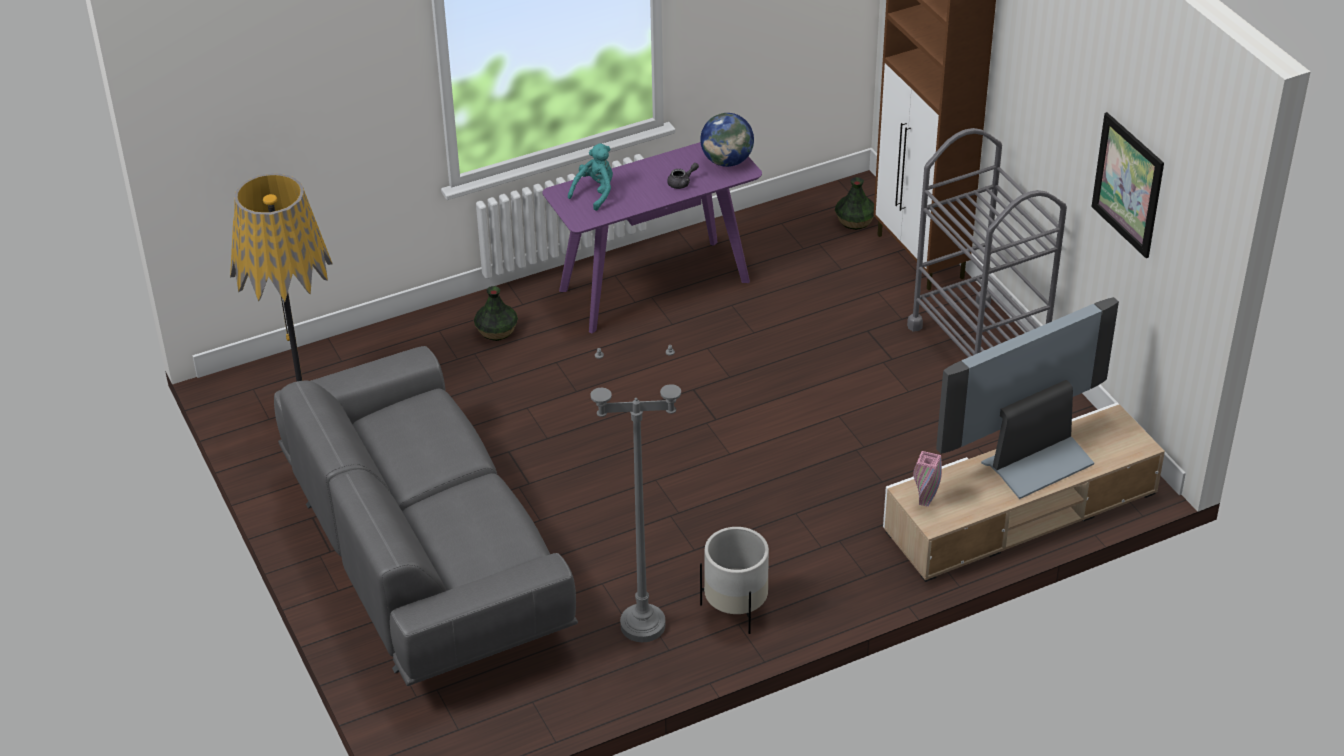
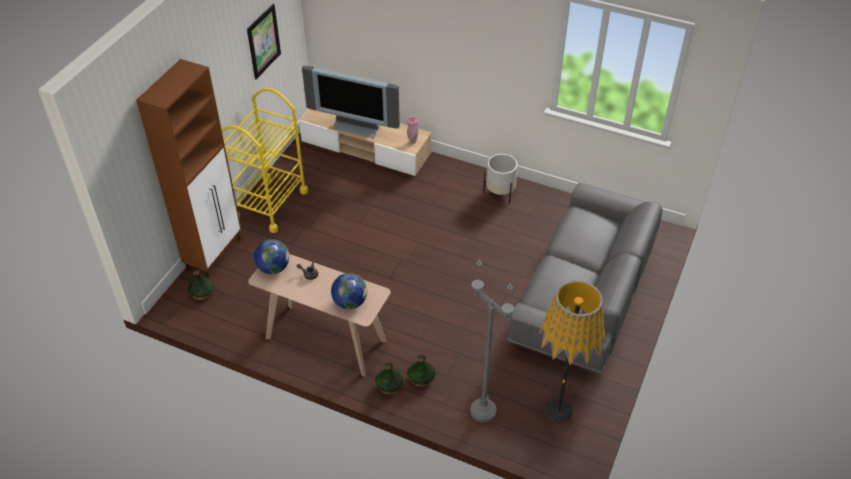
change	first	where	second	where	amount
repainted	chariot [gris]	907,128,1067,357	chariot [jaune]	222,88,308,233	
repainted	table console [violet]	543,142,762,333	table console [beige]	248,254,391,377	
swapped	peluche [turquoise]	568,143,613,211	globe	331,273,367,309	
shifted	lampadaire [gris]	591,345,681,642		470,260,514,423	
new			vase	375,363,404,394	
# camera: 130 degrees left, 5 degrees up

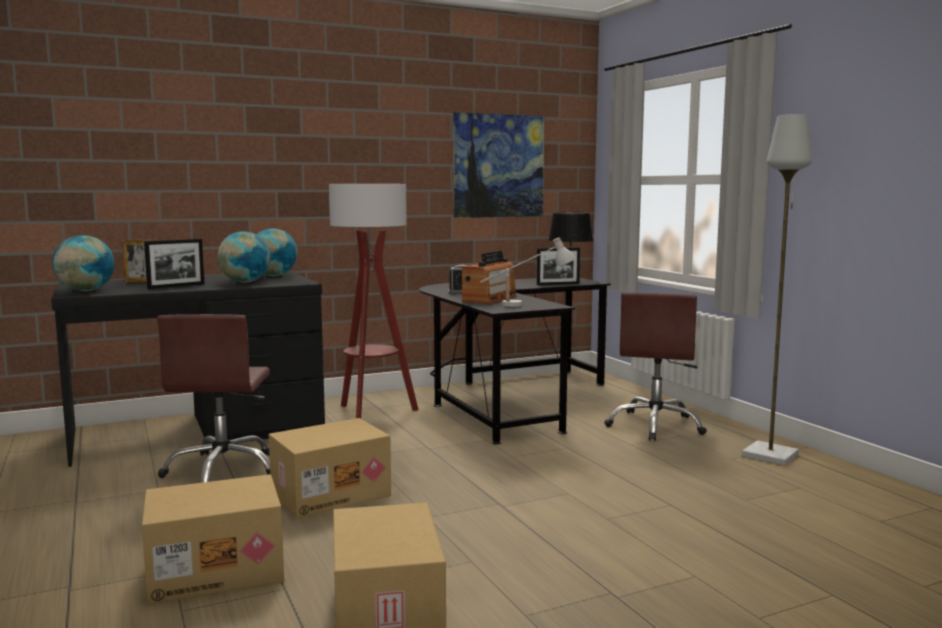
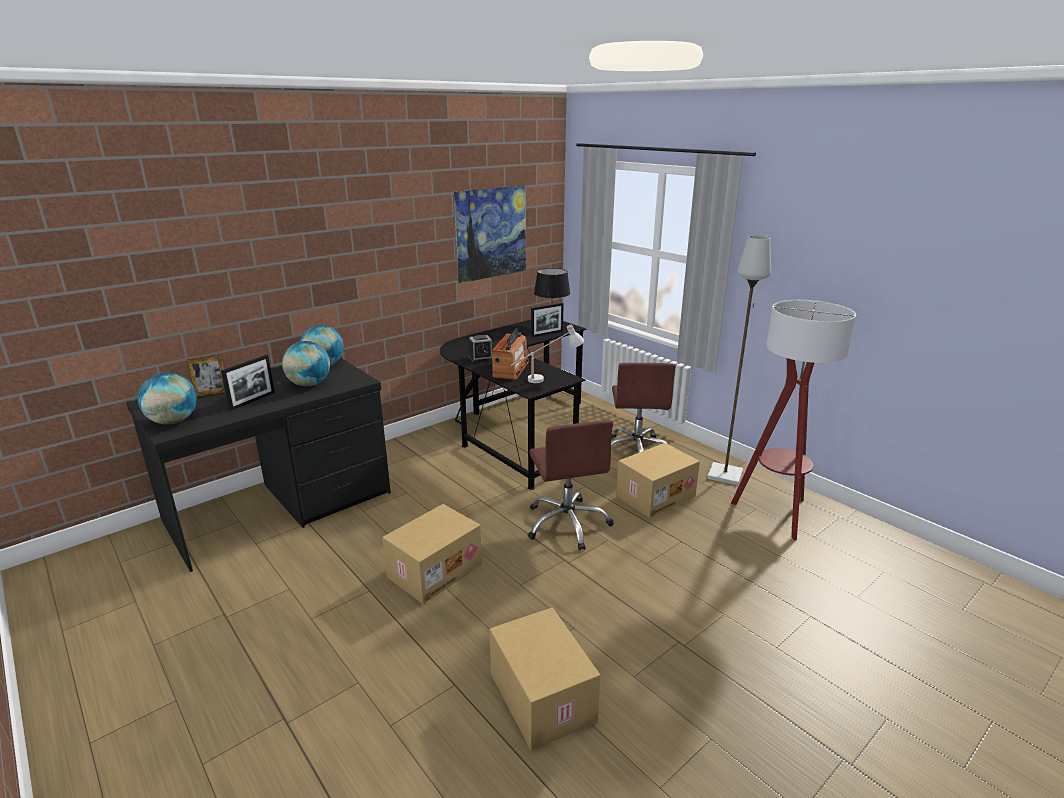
change	first	where	second	where	amount
shifted	lampadaire	329,184,418,419		731,300,856,540	
shifted	chaise de bureau [marron]	157,314,270,483		528,420,614,551	
shifted	carton	142,474,284,605		616,443,700,518	
# camera: 15 degrees left, 15 degrees up

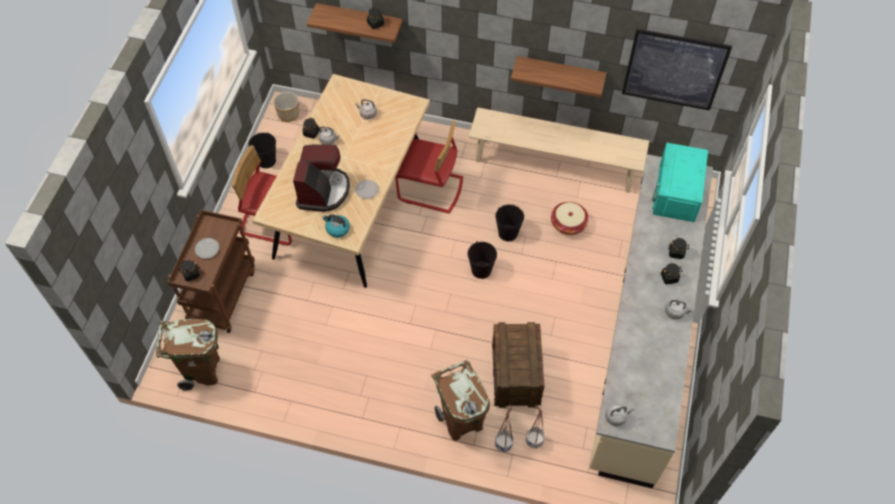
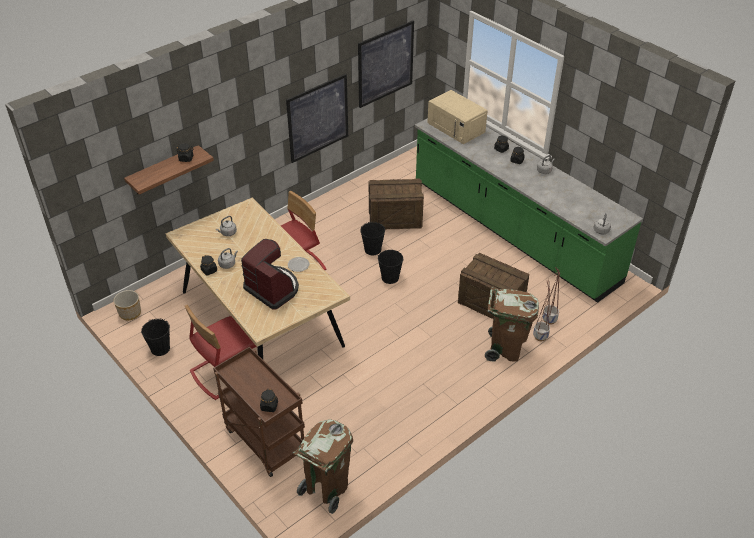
change	first	where	second	where	amount
swapped	étagère	511,56,607,98	tableau	286,74,348,163	
gone	banc [beige]	469,108,649,193			
repainted	micro-ondes [turquoise]	652,143,708,222	micro-ondes [beige]	427,90,488,144	
repainted	comptoir de cuisine [beige]	589,154,713,488	comptoir de cuisine [vert]	415,118,643,303	
swapped	panier	551,202,589,235	caisse	368,179,424,229	
gone	bouilloire	322,214,350,238			
gone	assiette	195,238,219,259			
# camera: 55 degrees left, 15 degrees down

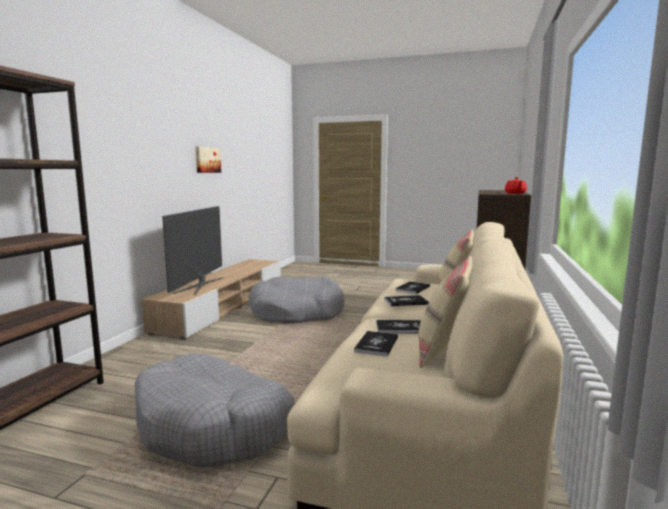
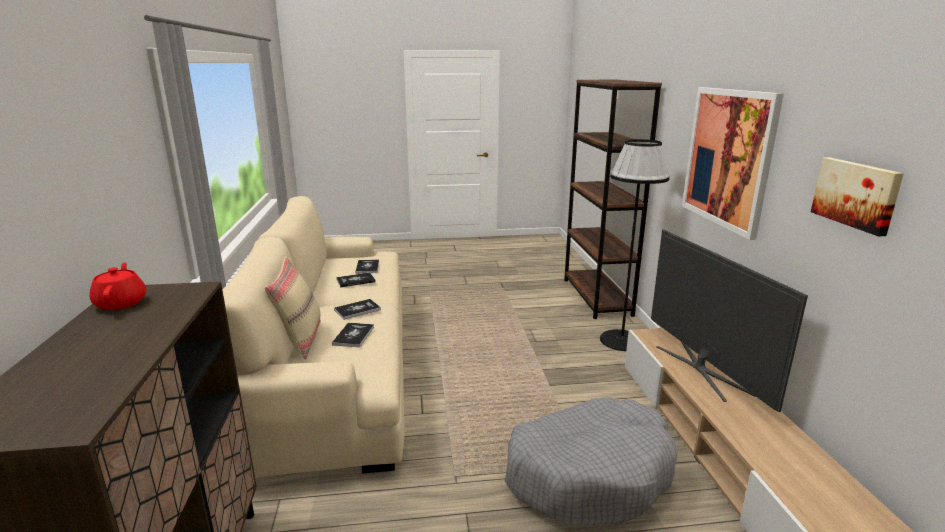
change	first	where	second	where	amount
gone	coussin [beige]	419,256,473,368			
gone	panier pour chien [gris]	135,354,295,467			
new			tableau	682,87,784,240	
new			lampadaire [noir]	600,139,670,351	
# camera: 155 degrees right, 10 degrees up

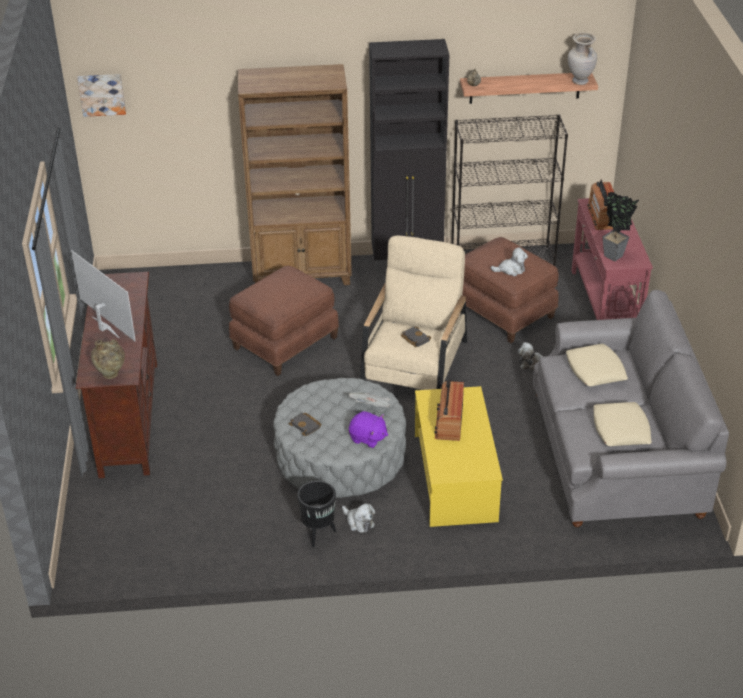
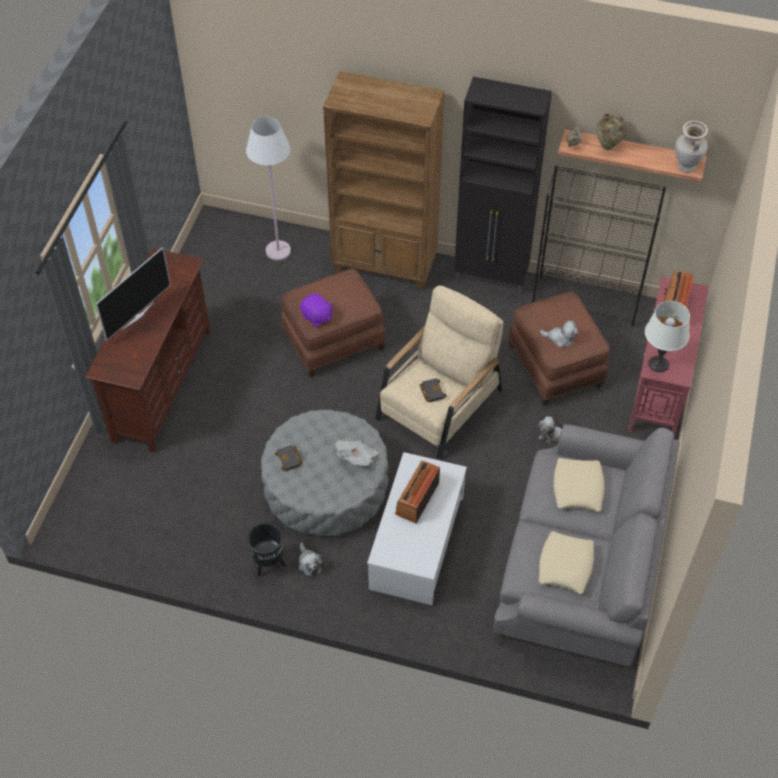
change	first	where	second	where	amount
gone	tableau	77,74,126,117			
swapped	plante en pot	602,192,639,261	lampe de table [blanc]	645,301,690,372	
rotated	téléviseur	71,250,136,341		96,247,171,341	60 degrees clockwise
shifted	vase [beige]	91,339,125,379		596,114,627,150	
repainted	table basse [jaune]	415,386,503,527	table basse [blanc]	367,452,467,605	
shifted	peluche [violet]	349,411,388,448		300,293,333,327	
new			lampadaire [blanc]	246,117,291,261	
# camera: 20 degrees right, 15 degrees up

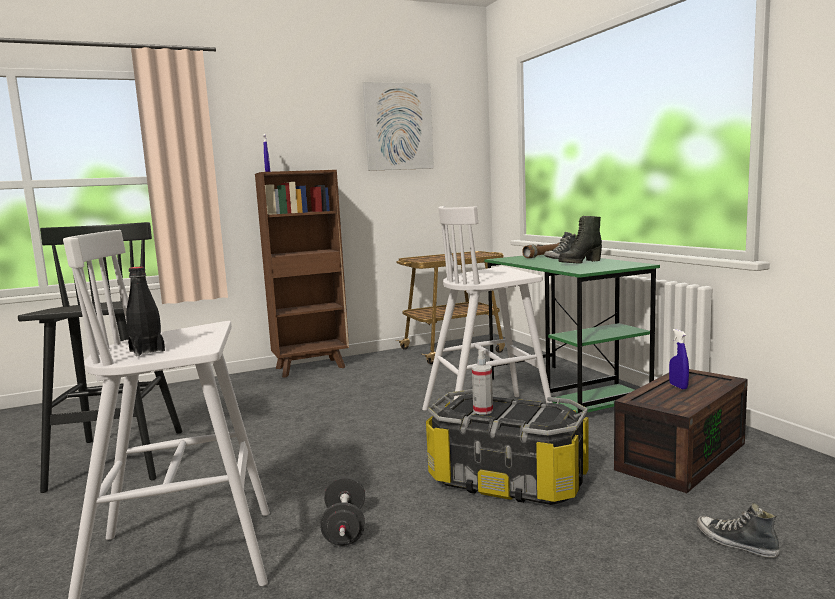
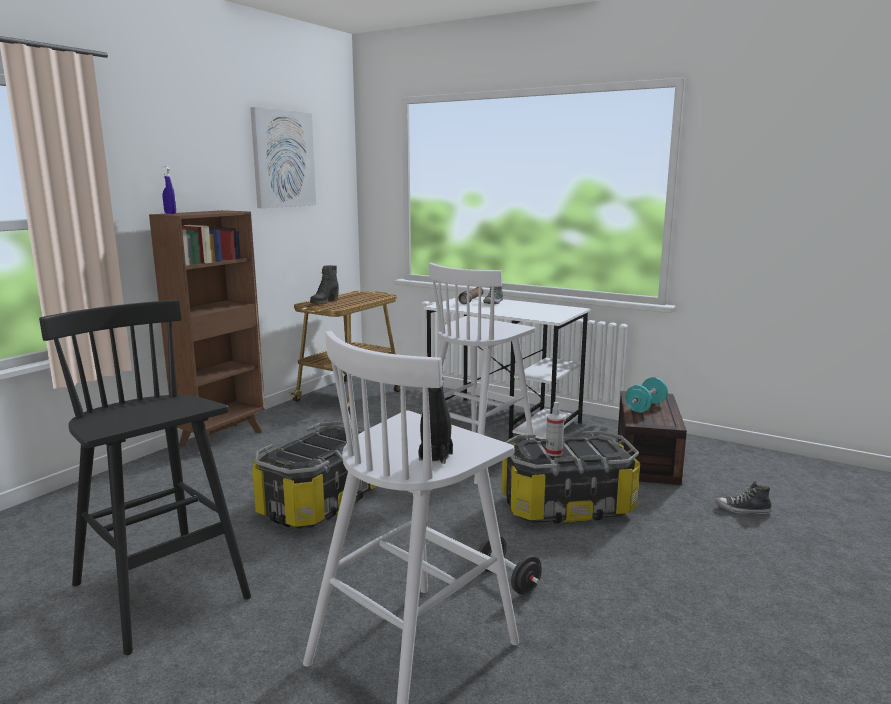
change	first	where	second	where	amount
shifted	botte [noir]	558,216,602,264		310,265,339,304	
repainted	bureau [vert]	485,255,660,416	bureau [blanc]	424,297,591,439	
swapped	vaporisateur [bleu]	669,329,689,390	haltère [turquoise]	625,377,668,413	
new			boîte de rangement	252,421,376,529	
# camera: 35 degrees left, 5 degrees up

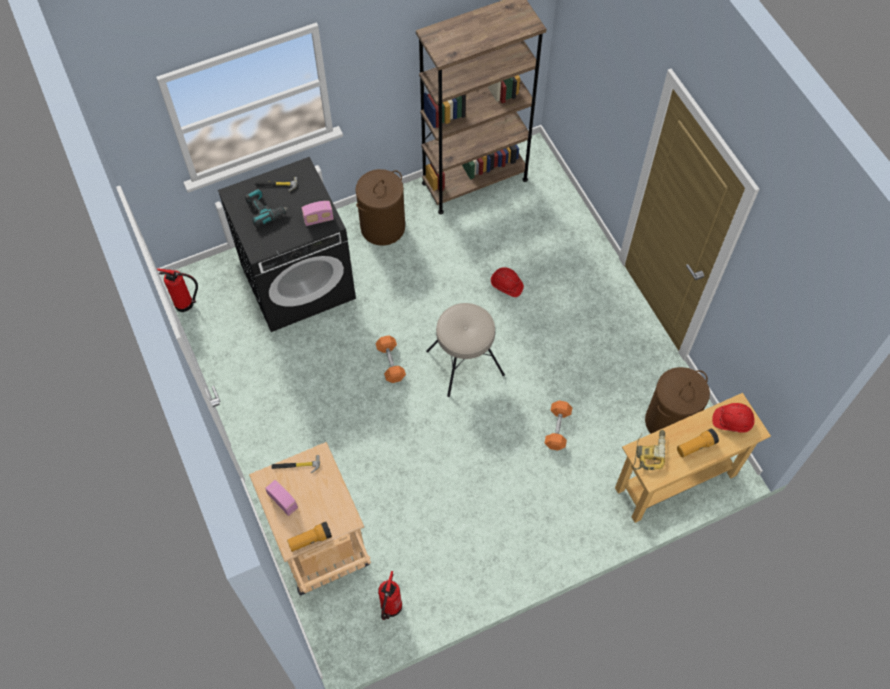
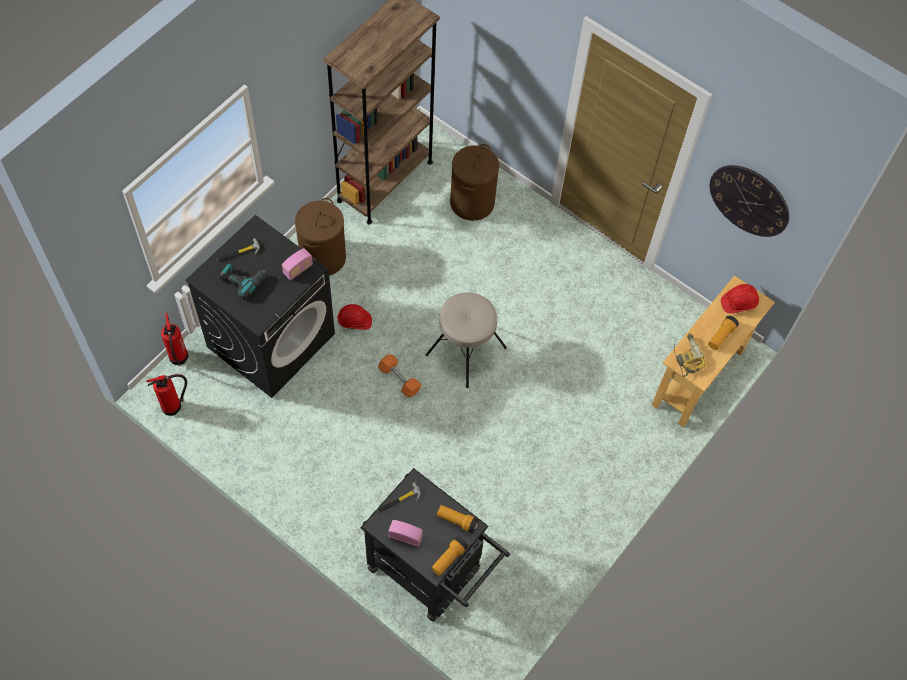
change	first	where	second	where	amount
shifted	casque de chantier [rouge]	491,267,524,297		337,304,372,330	
shifted	panier à linge [marron]	645,367,710,434		450,144,499,221	
gone	haltère [orange]	545,400,572,451			
repainted	chariot [beige]	249,442,371,596	chariot [noir]	360,468,510,622	
shifted	extincteur	378,571,402,620		161,313,188,366	
new			horloge murale	710,165,789,237	
new			lampe de poche	437,505,479,534	
# camera: 30 degrees left, 0 degrees up

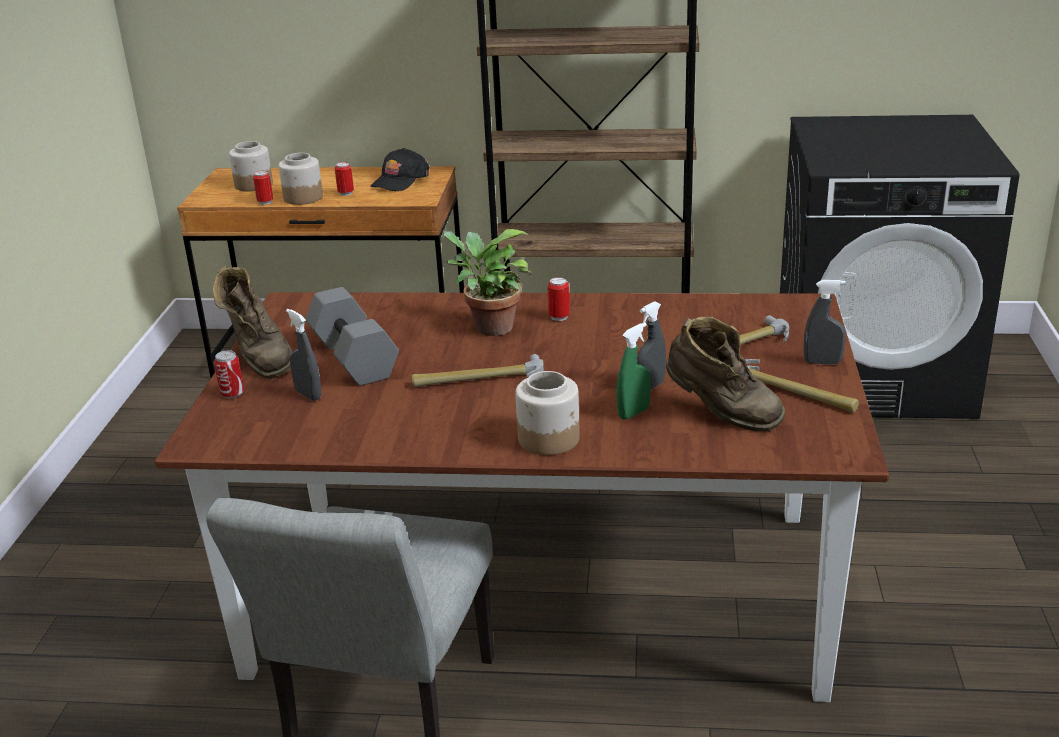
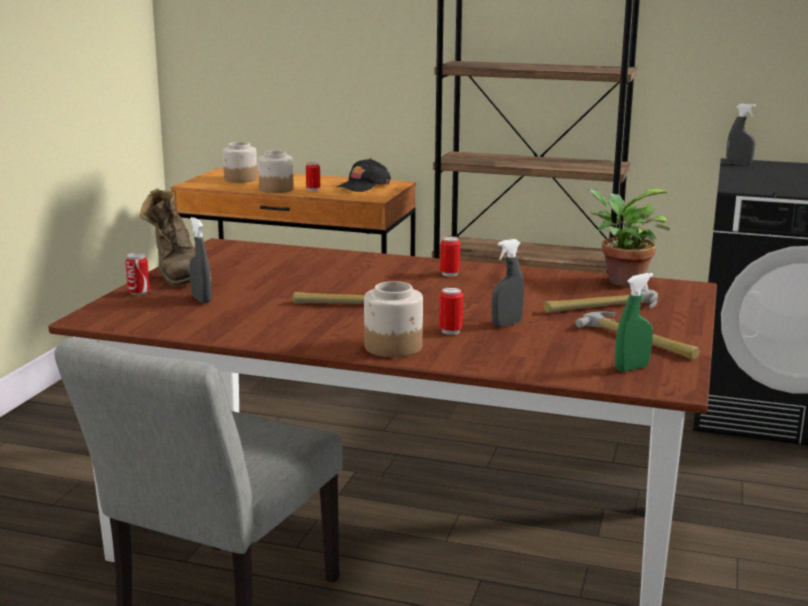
change	first	where	second	where	amount
shifted	boîte métallique	253,171,273,205		439,287,463,335	
shifted	plante en pot	442,229,531,336		588,188,670,287	
shifted	vaporisateur [gris]	804,280,846,364		726,104,756,165	
gone	haltère [gris]	306,287,399,386			
gone	botte [marron]	666,317,785,431			
shifted	vaporisateur [vert]	616,323,651,419		615,273,653,372	
# camera: 10 degrees right, 10 degrees down

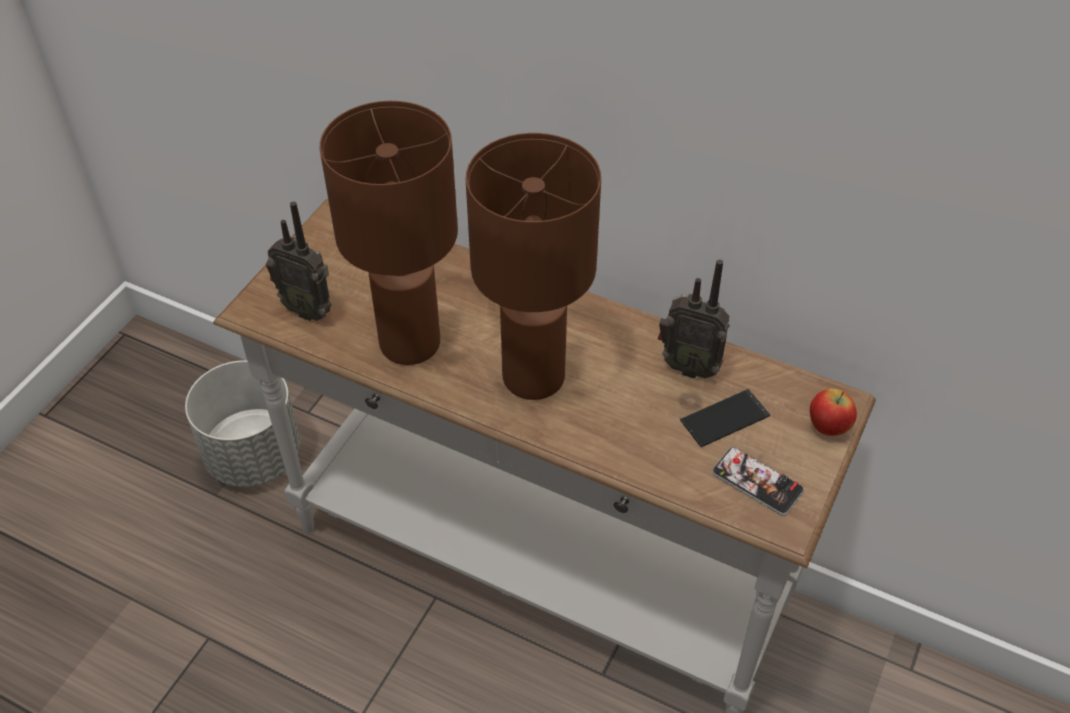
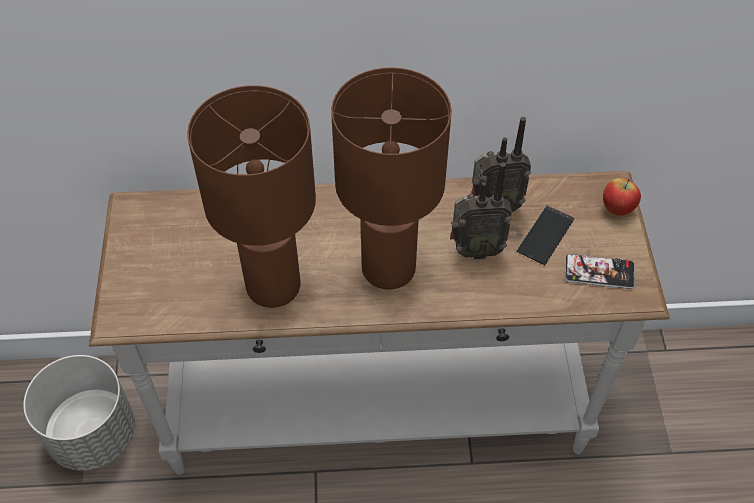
change	first	where	second	where	amount
shifted	radio	266,201,332,321		450,162,512,259	
# camera: 30 degrees left, 5 degrees up

